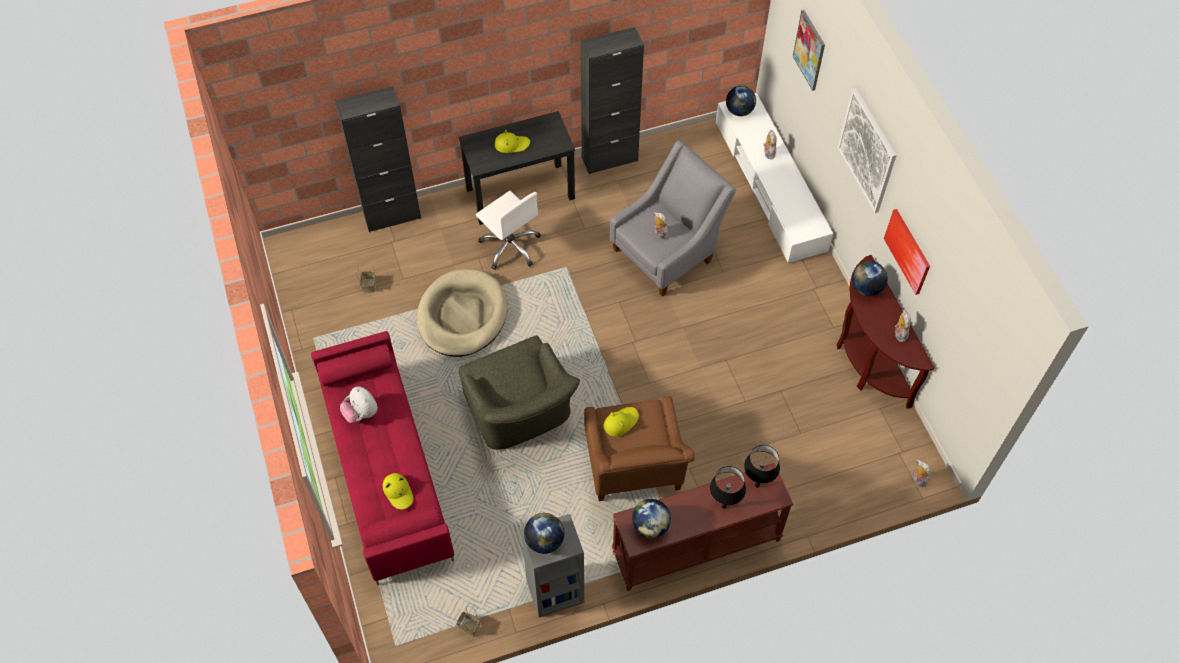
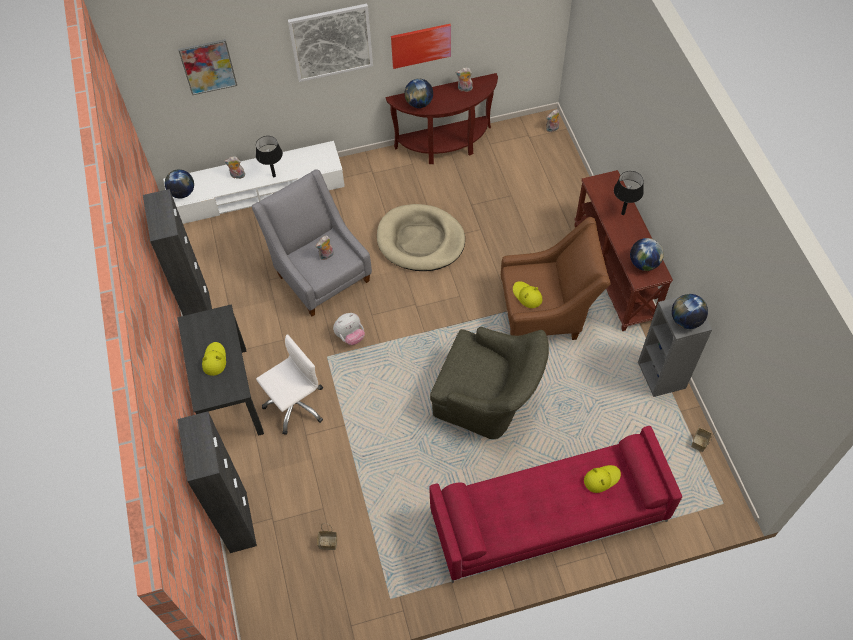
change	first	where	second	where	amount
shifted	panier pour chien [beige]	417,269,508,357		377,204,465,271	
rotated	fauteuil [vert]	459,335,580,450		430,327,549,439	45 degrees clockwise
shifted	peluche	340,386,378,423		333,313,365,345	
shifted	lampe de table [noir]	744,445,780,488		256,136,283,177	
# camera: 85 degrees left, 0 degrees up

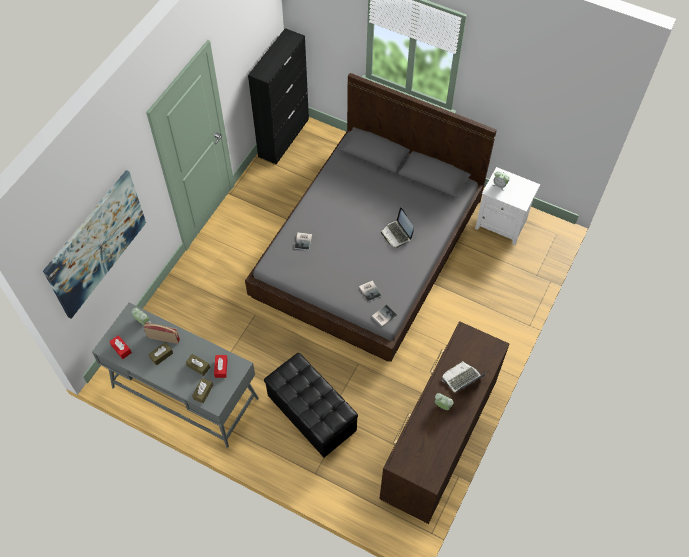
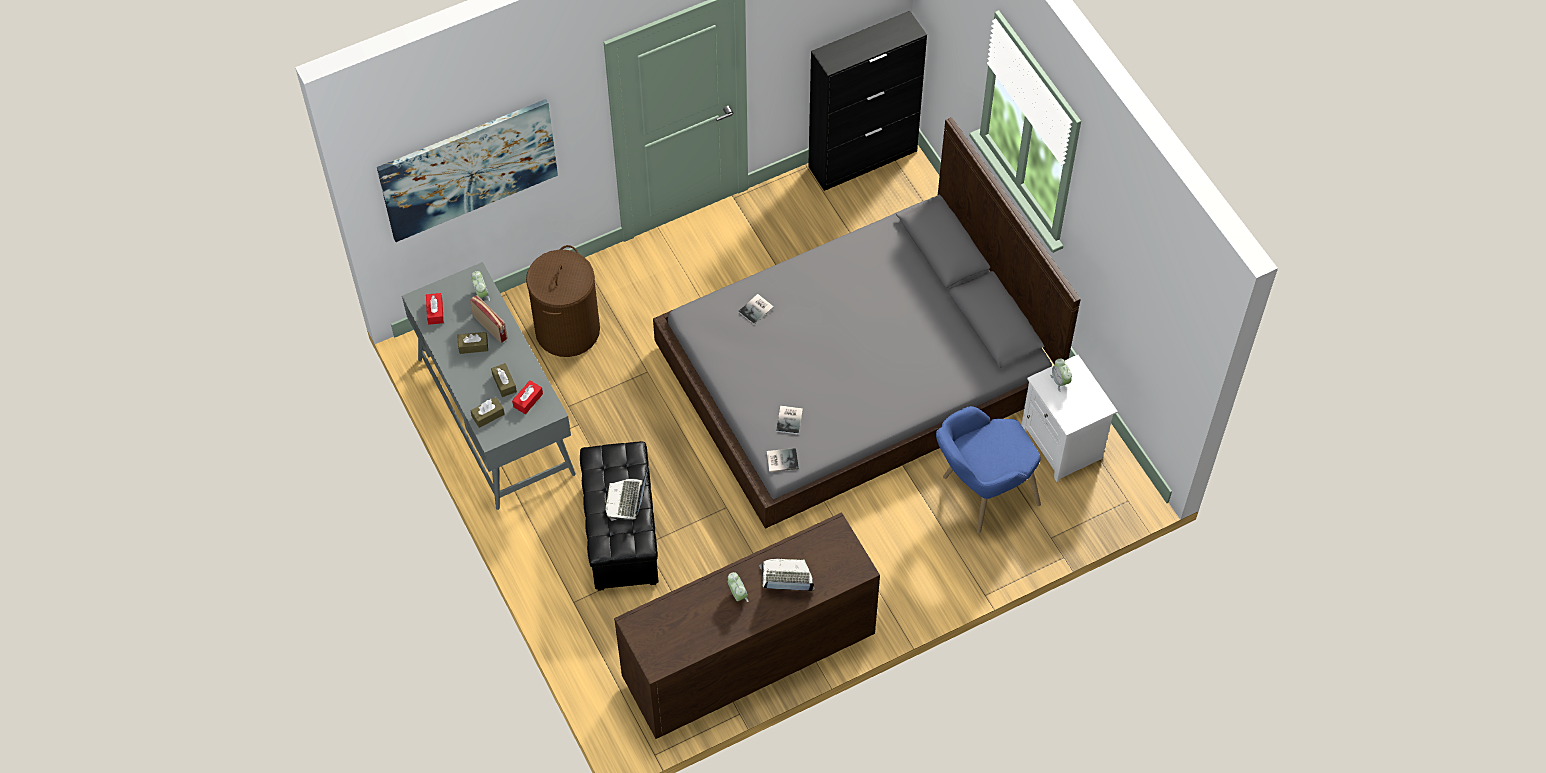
change	first	where	second	where	amount
shifted	ordinateur portable	381,207,414,248		605,468,648,521	
new			panier à linge [marron]	526,245,600,357	
new			fauteuil [bleu]	936,406,1041,534	
# camera: 35 degrees right, 0 degrees up

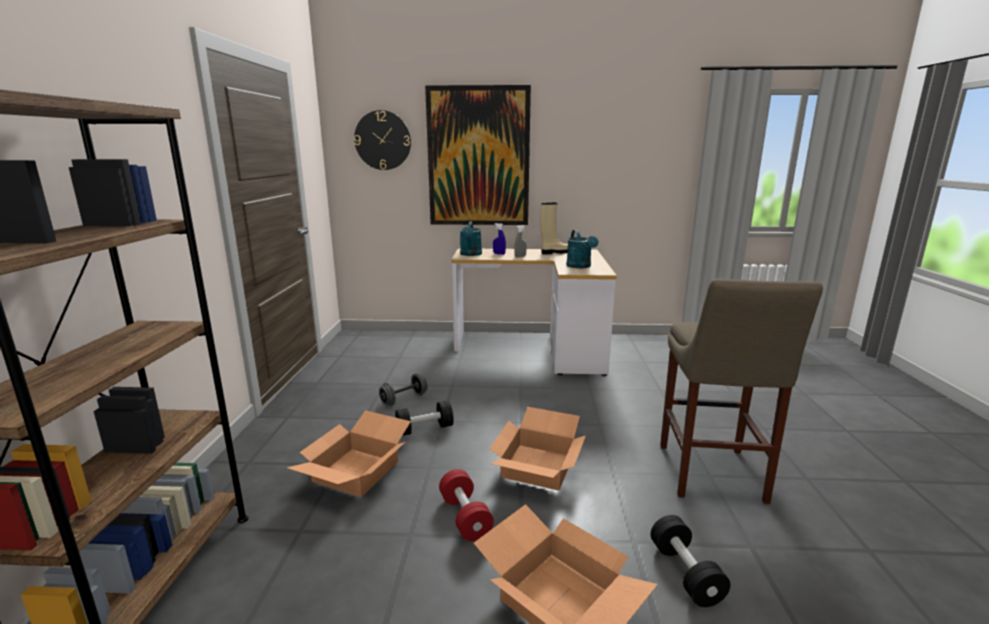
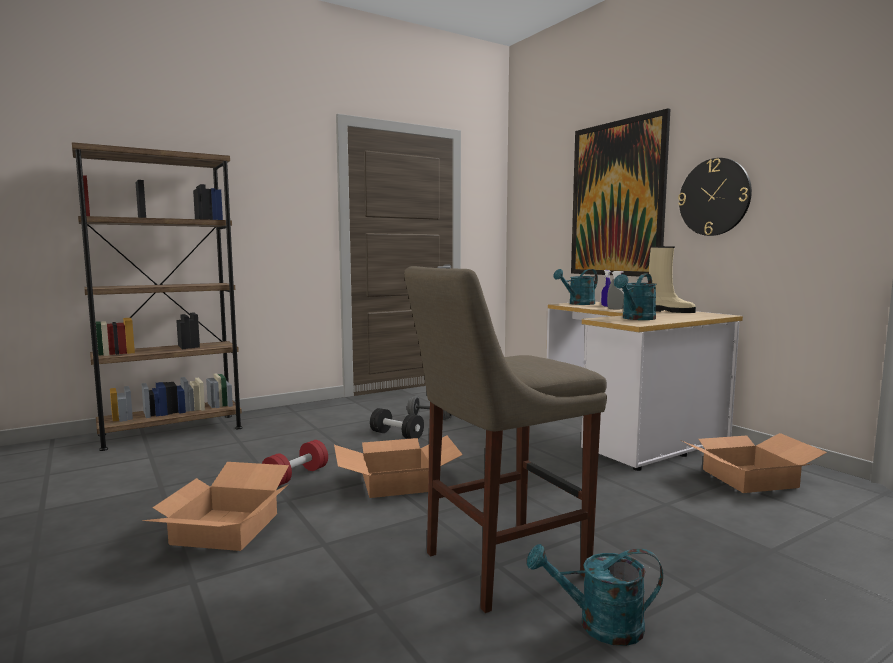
change	first	where	second	where	amount
shifted	horloge murale	354,110,411,170		678,158,752,236	
shifted	carton	287,410,411,497		683,433,827,493	
gone	haltère [noir]	651,515,730,607			
new			arrosoir [turquoise]	527,544,663,646	
# camera: 55 degrees right, 10 degrees down

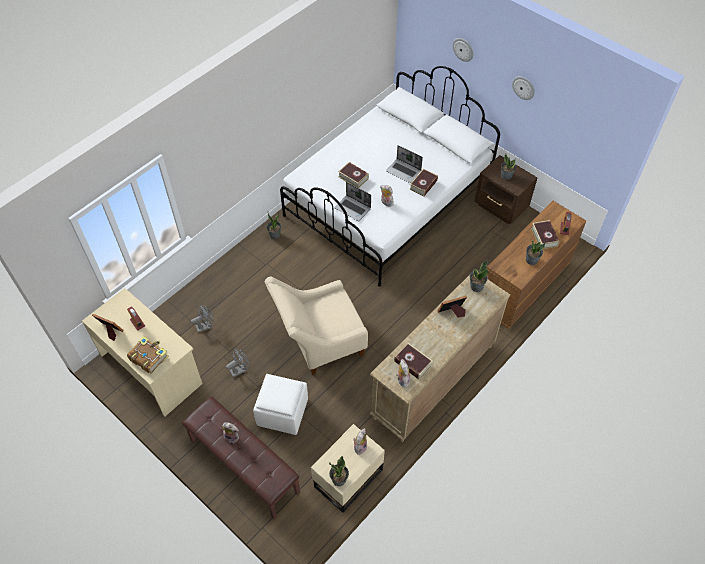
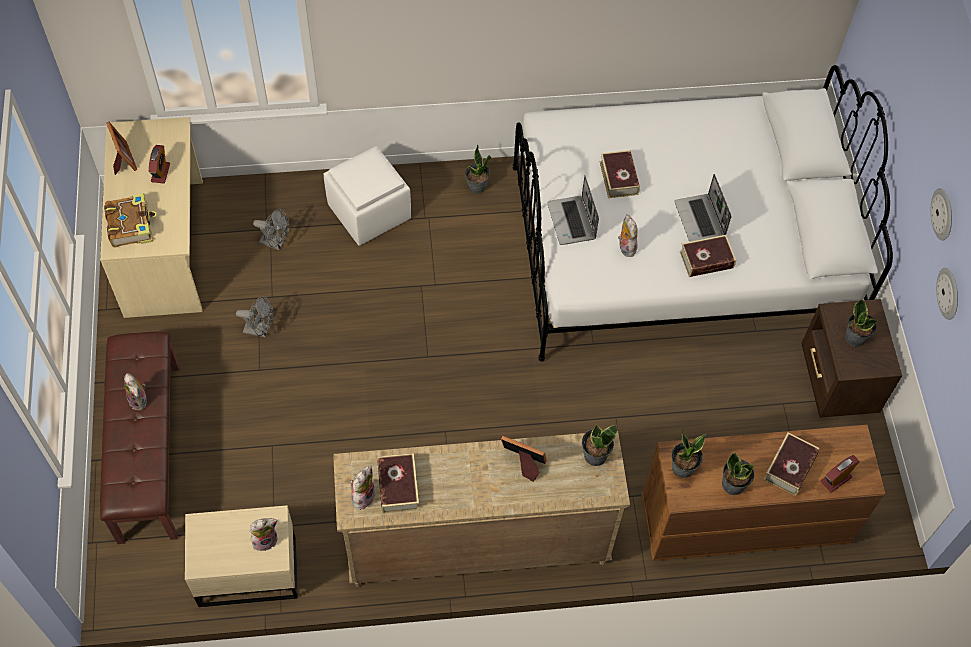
change	first	where	second	where	amount
shifted	horloge murale	452,38,473,62		936,268,958,320	
gone	fauteuil [beige]	265,277,368,375			
shifted	pouf [blanc]	253,374,308,435		323,146,411,246	
shifted	plante en pot	329,456,349,486		671,428,706,478	
# camera: 40 degrees right, 5 degrees up

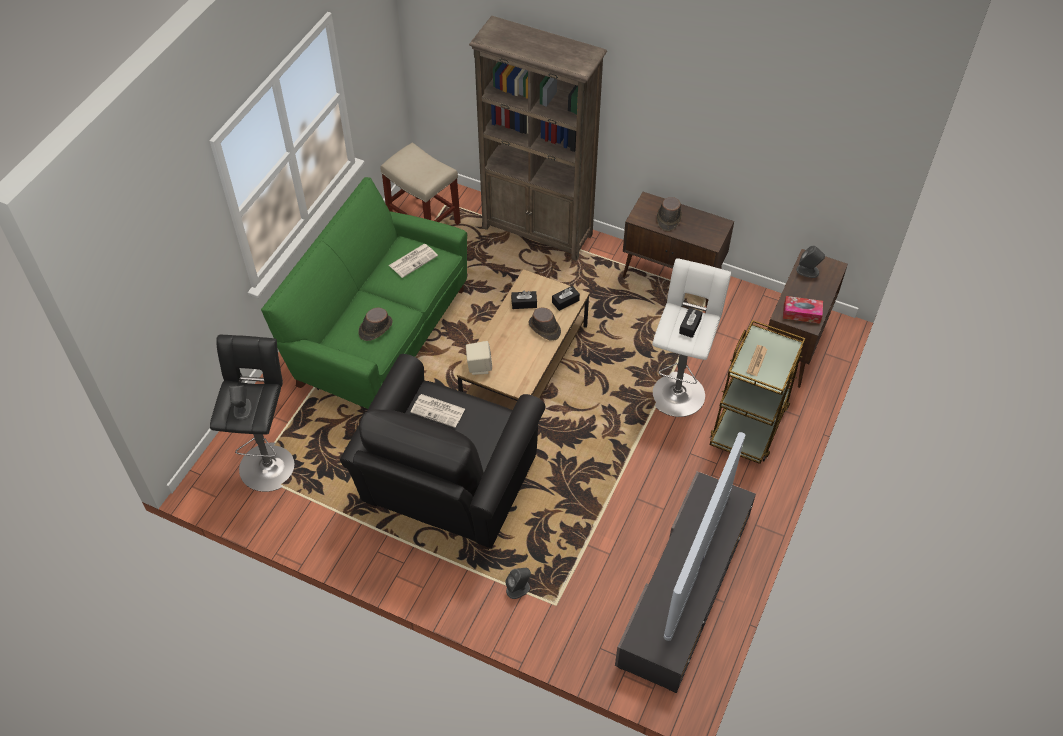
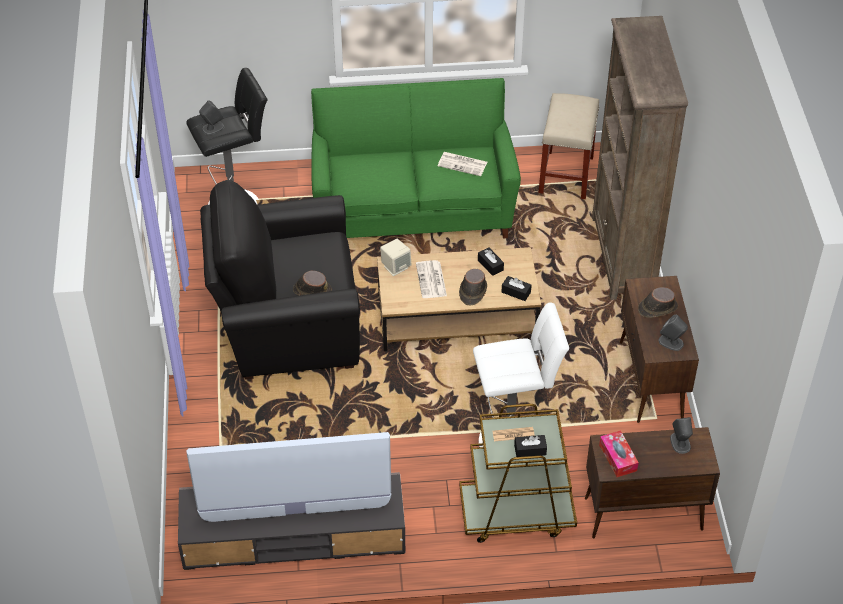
change	first	where	second	where	amount
shifted	chapeau [marron]	358,307,393,341		293,271,332,296	
shifted	boîte à mouchoirs [noir]	679,308,703,338		514,435,547,457	
shifted	journal	410,394,465,428		416,260,447,298	
shifted	enceinte [gris]	505,568,531,599		659,315,688,351	
# camera: 60 degrees right, 5 degrees down

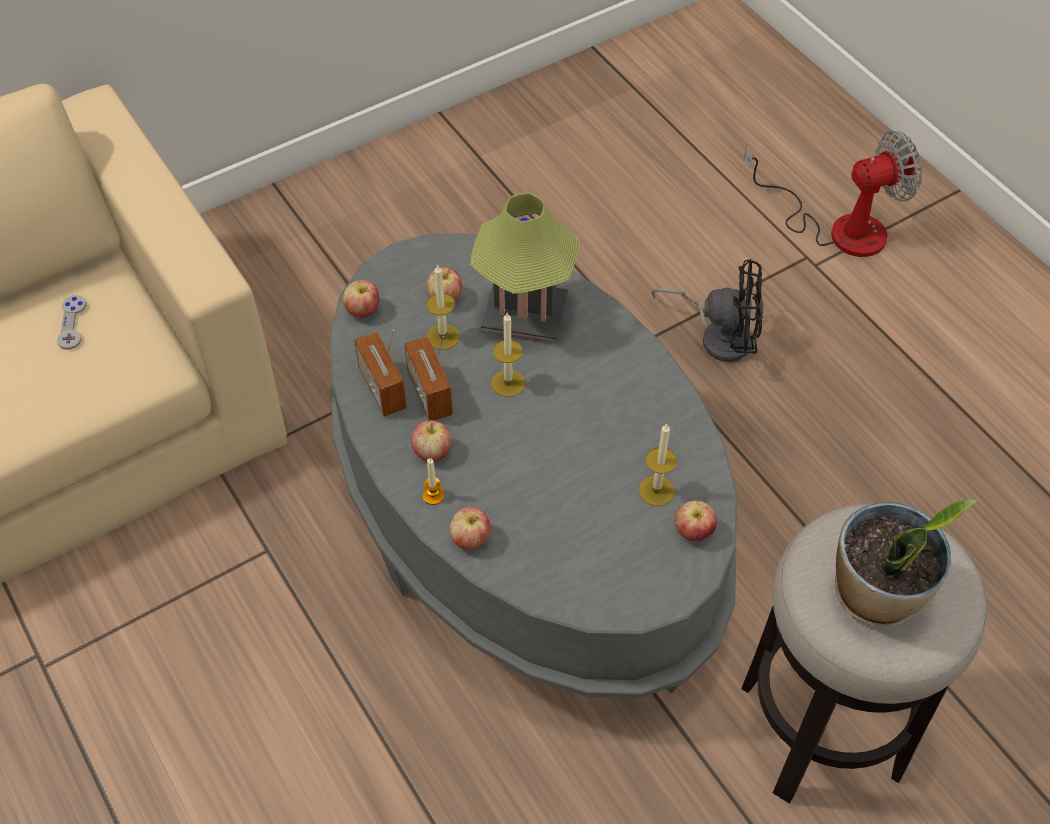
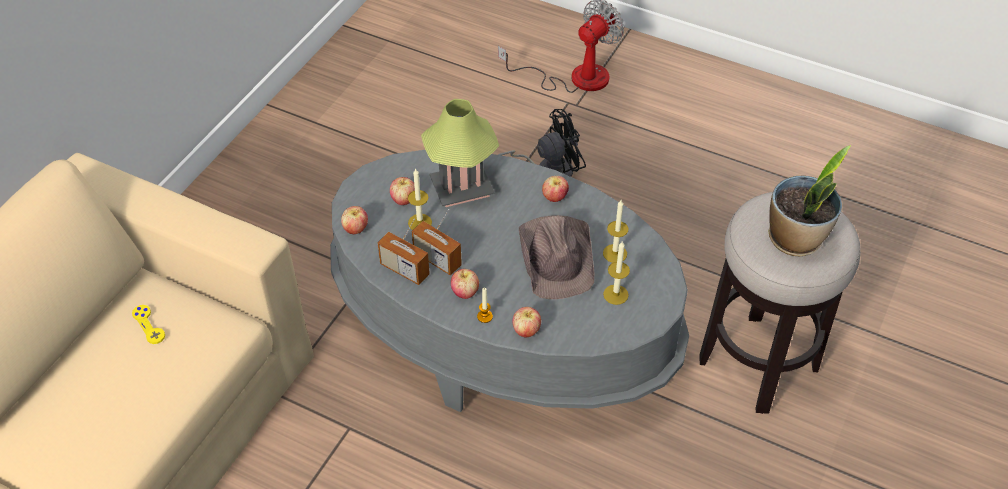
change	first	where	second	where	amount
repainted	manette [gris]	57,295,86,350	manette [jaune]	132,305,165,344	
shifted	bougie	491,313,525,397		603,242,630,305	
shifted	pomme	674,501,717,541		542,176,569,202	
new			chapeau [marron]	519,215,594,299	
# camera: 30 degrees left, 5 degrees down

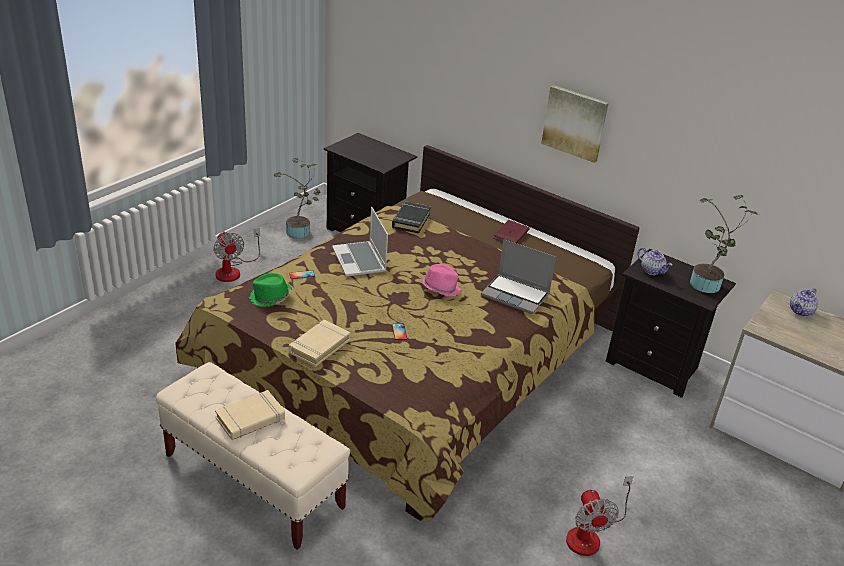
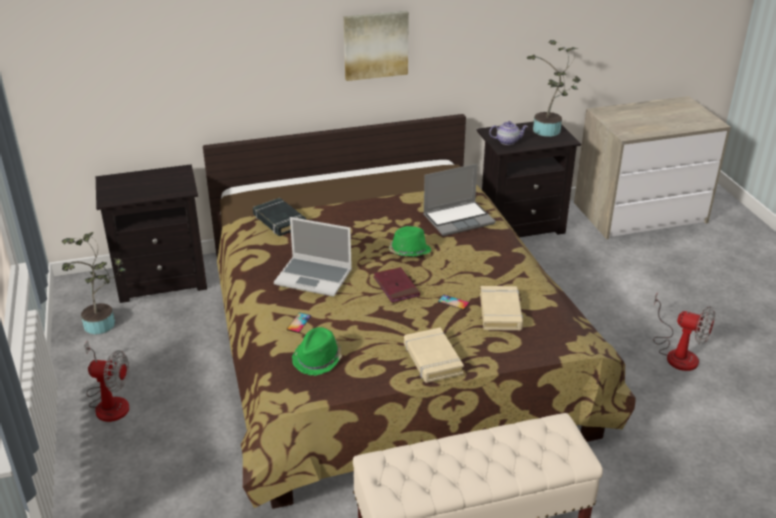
change	first	where	second	where	amount
shifted	livre [rouge]	493,220,530,243		373,267,420,303	
repainted	chapeau [rose]	421,264,461,296	chapeau [vert]	389,226,431,257	
gone	théière	790,288,818,316			
shifted	livre [beige]	215,390,285,440		480,286,523,330	
# camera: 50 degrees left, 0 degrees up

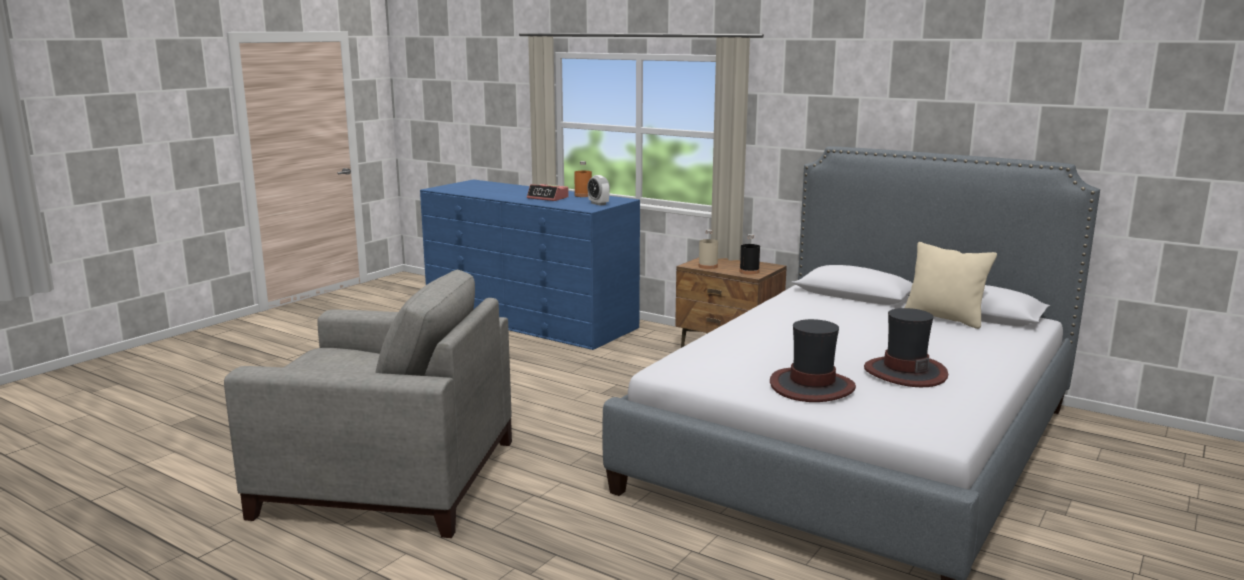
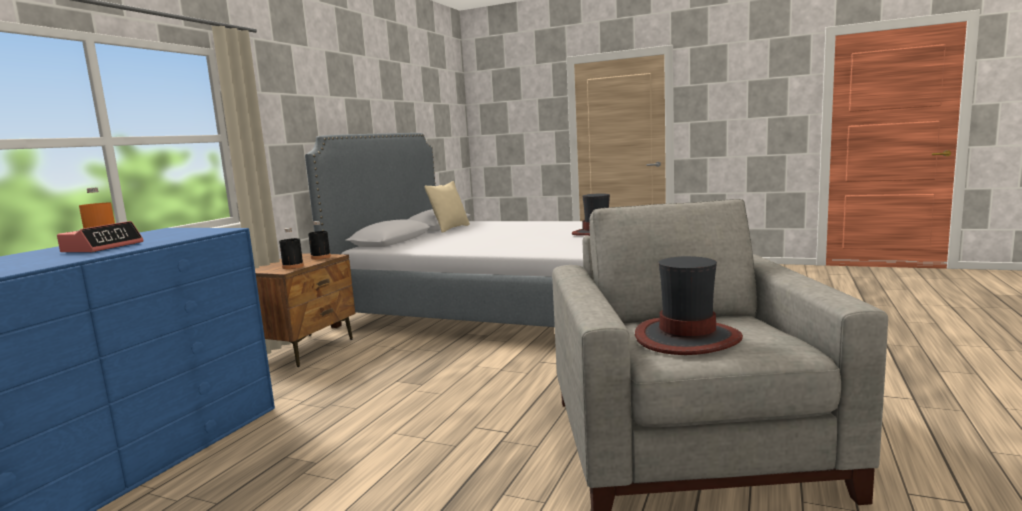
change	first	where	second	where	amount
gone	réveil	587,175,610,206			
repainted	bouteille [beige]	698,230,718,269	bouteille [noir]	279,228,304,269	
shifted	chapeau	864,308,948,387		635,256,743,355	
# camera: 100 degrees left, 5 degrees down

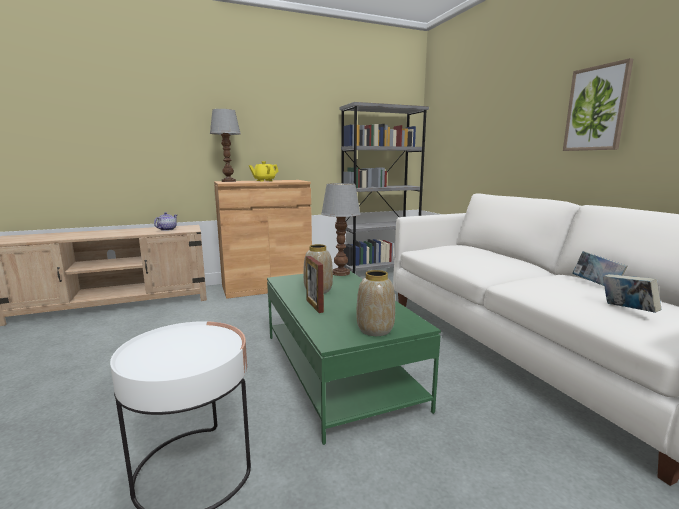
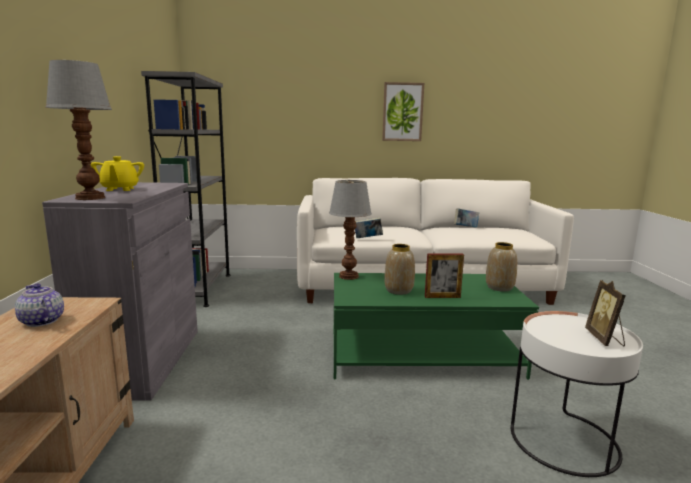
change	first	where	second	where	amount
repainted	meuble de rangement [marron]	214,180,312,299	meuble de rangement [gris]	42,182,198,401	
shifted	livre	603,274,661,313		355,217,383,239	
new			cadre photo	585,280,626,346	
# camera: 70 degrees left, 0 degrees up

